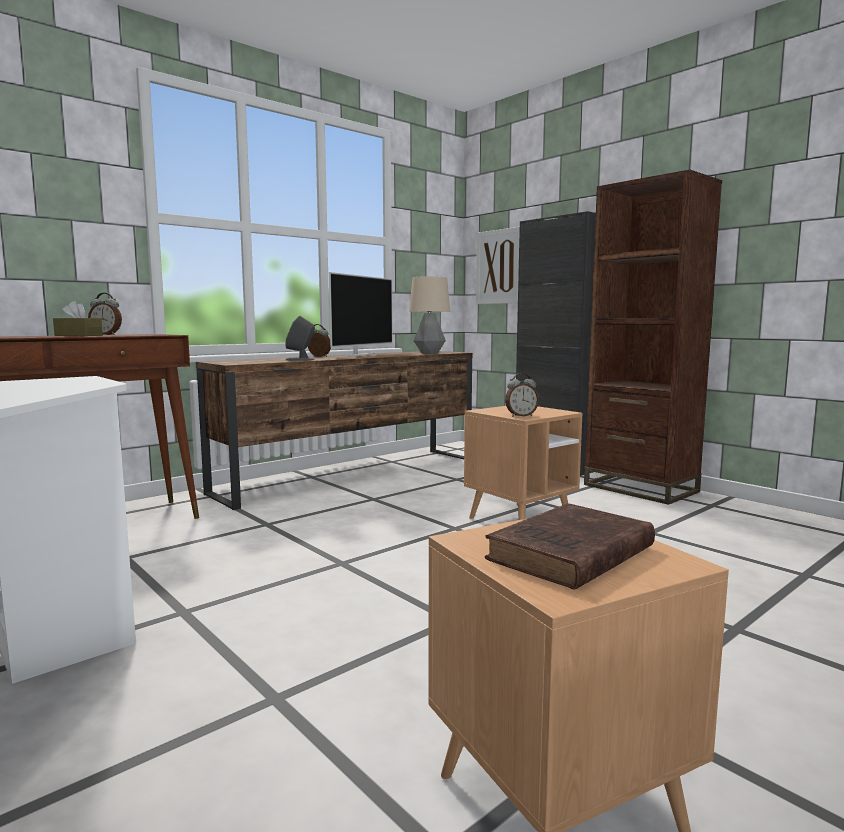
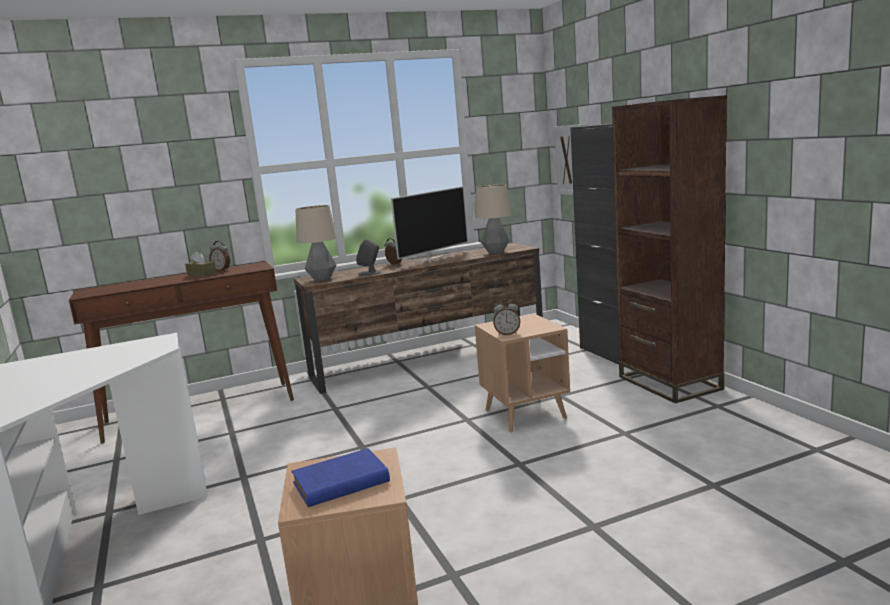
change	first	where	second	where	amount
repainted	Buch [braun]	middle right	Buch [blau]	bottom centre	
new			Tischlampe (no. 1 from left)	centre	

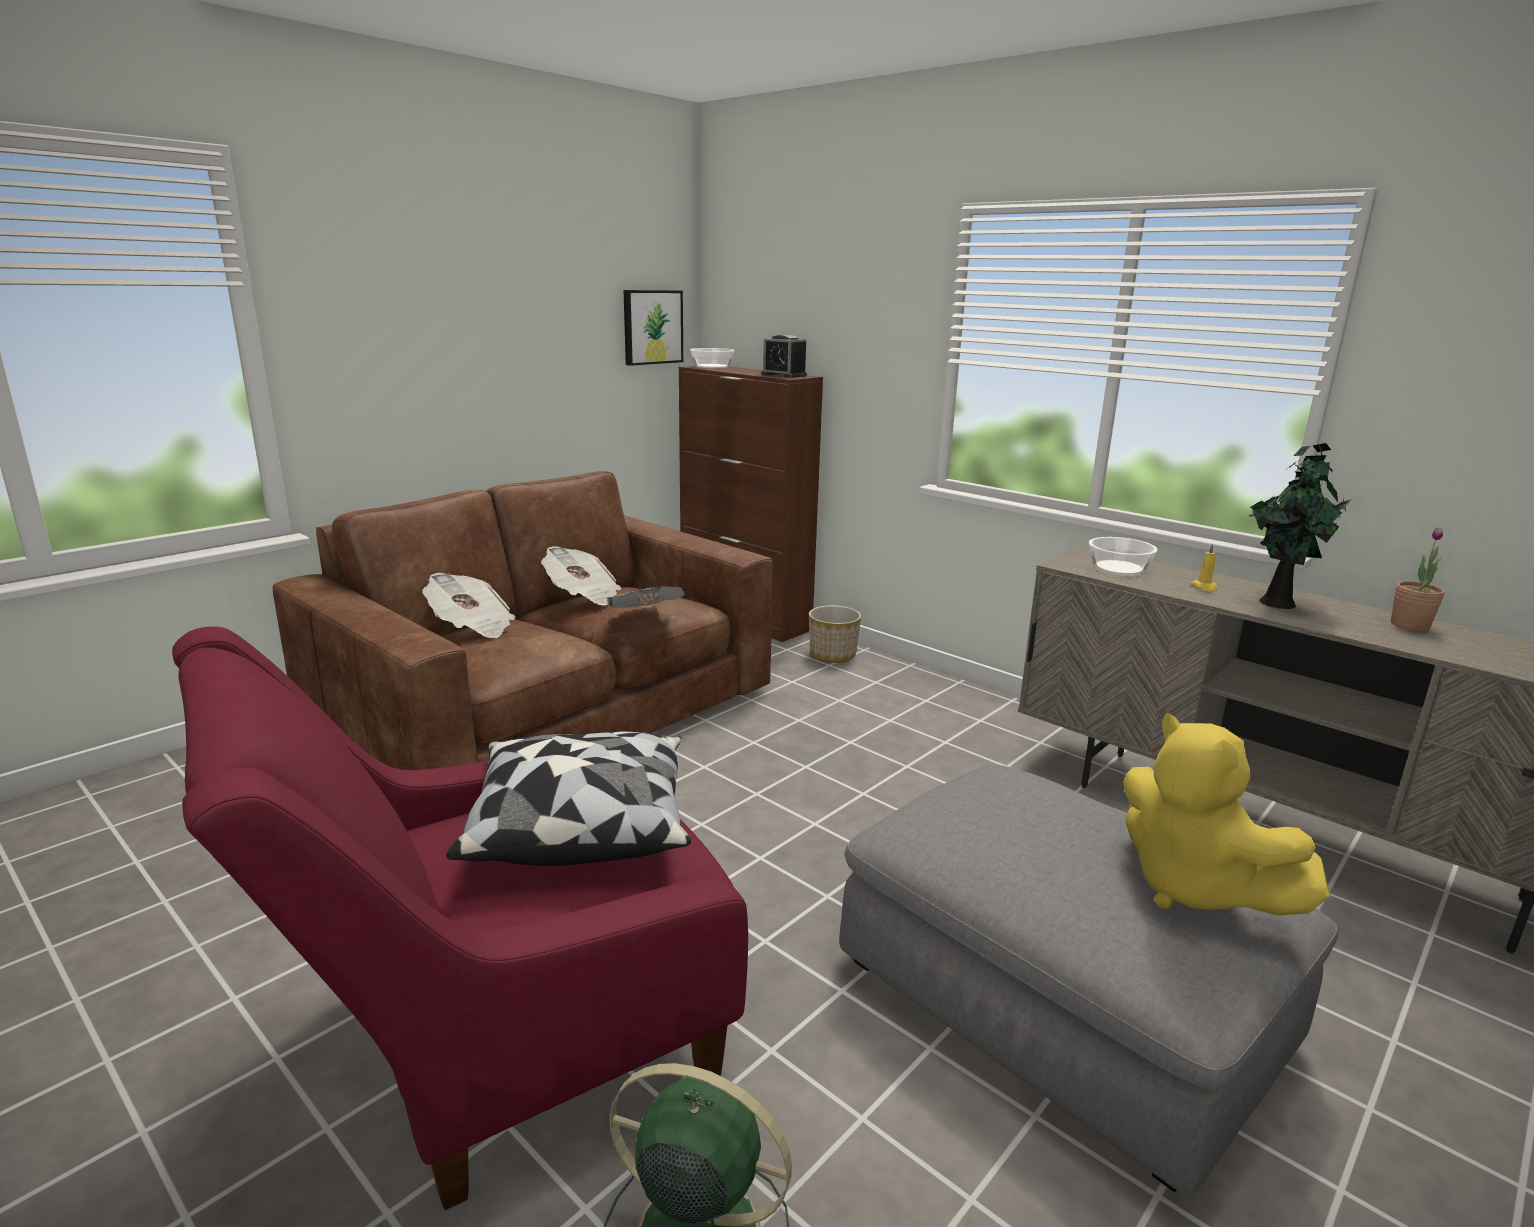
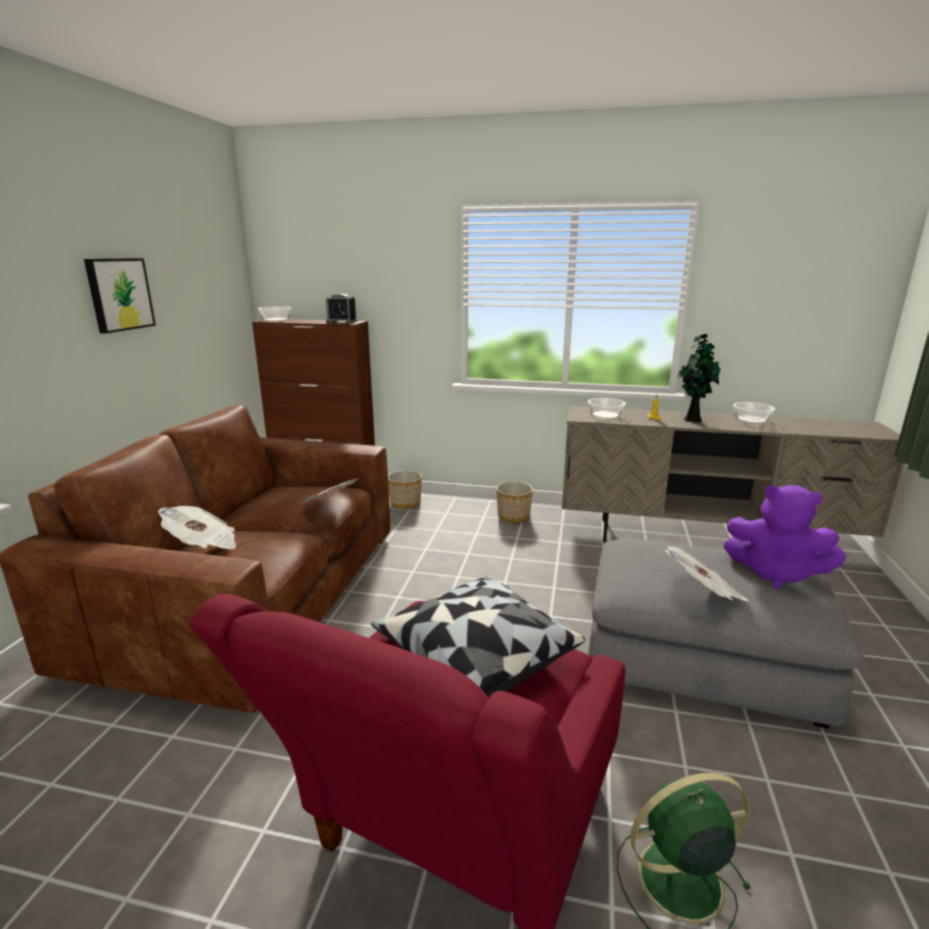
change	first	where	second	where	amount
shifted	Bild	top centre		top left	
new			Pflanzkübel (no. 2 from left)	centre	
shifted	Zeitung (no. 2 from left in the first image)	centre	Zeitung (no. 3 from left)	middle right	
repainted	Plüschtier [gelb]	middle right	Plüschtier [lila]	middle right	
swapped	Topfpflanze (no. 2 from left)	middle right	Schüssel (no. 3 from left)	middle right	

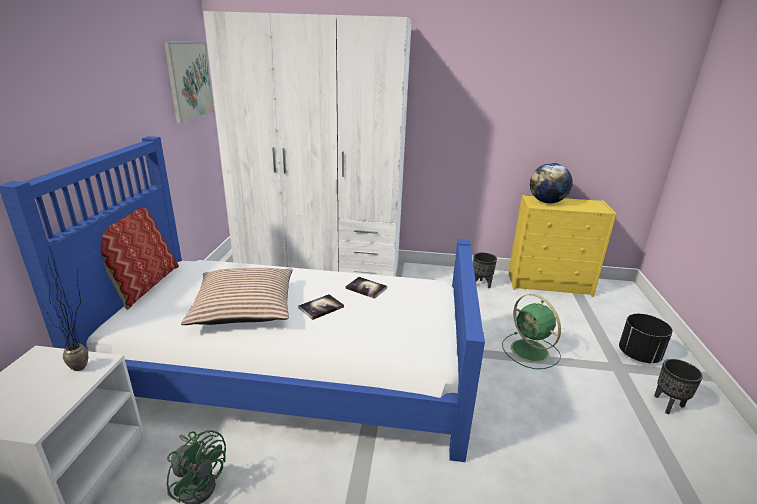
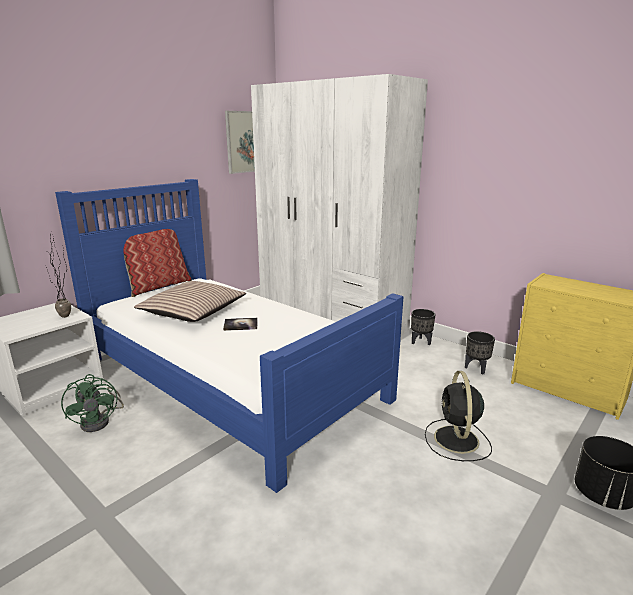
change	first	where	second	where	amount
shifted	Pflanzkübel [schwarz] (no. 3 from left in the first image)	bottom right	Pflanzkübel [schwarz] (no. 1 from left)	middle right	
repainted	Ventilator [grün] (no. 2 from left)	middle right	Ventilator [schwarz]	bottom right	
gone	Buch (no. 2 from left)	centre			
gone	Globus	middle right			

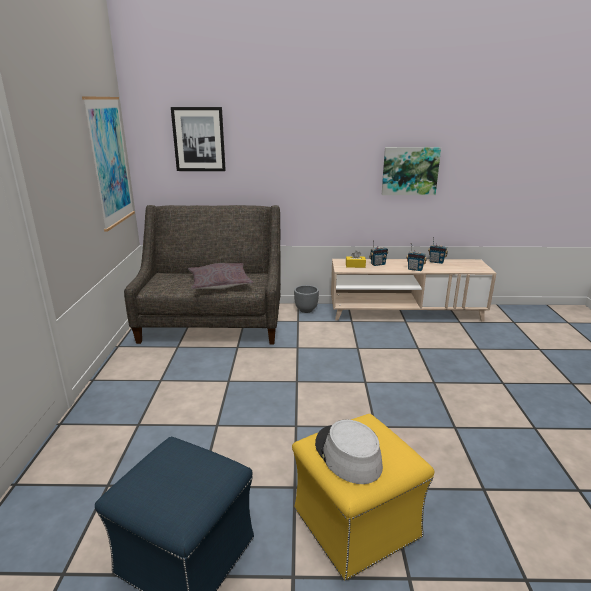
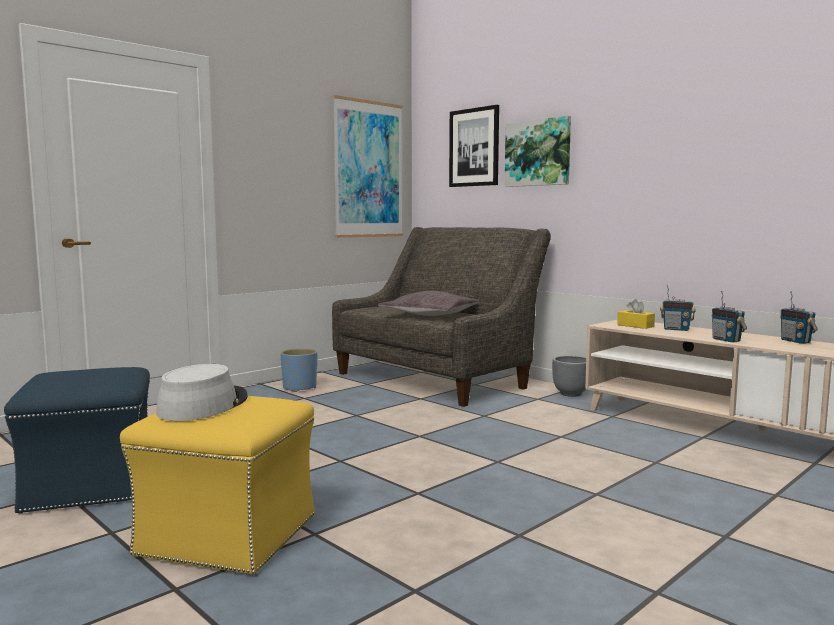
change	first	where	second	where	amount
new			Pflanzkübel [blau]	centre	
shifted	Bild (no. 3 from left)	top right		top centre	

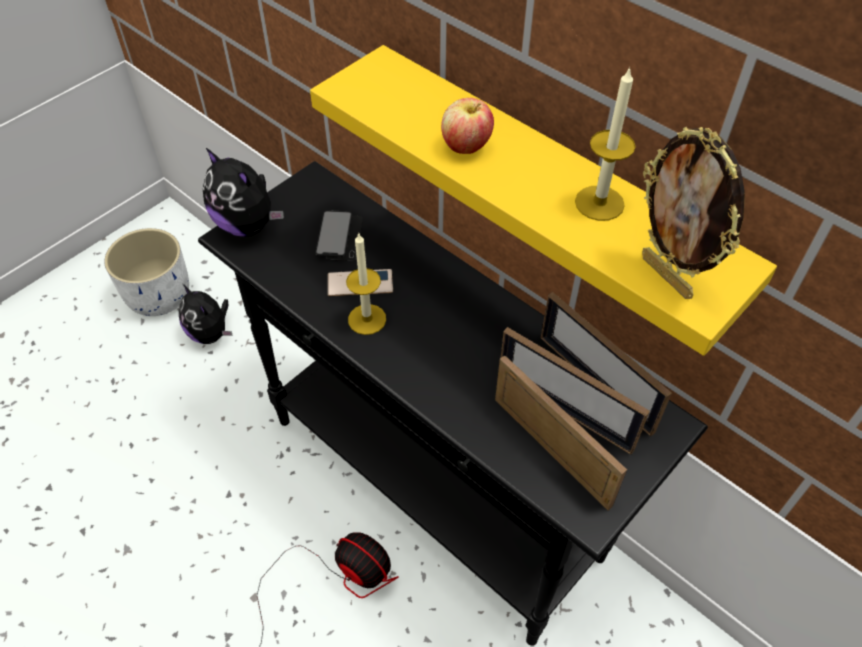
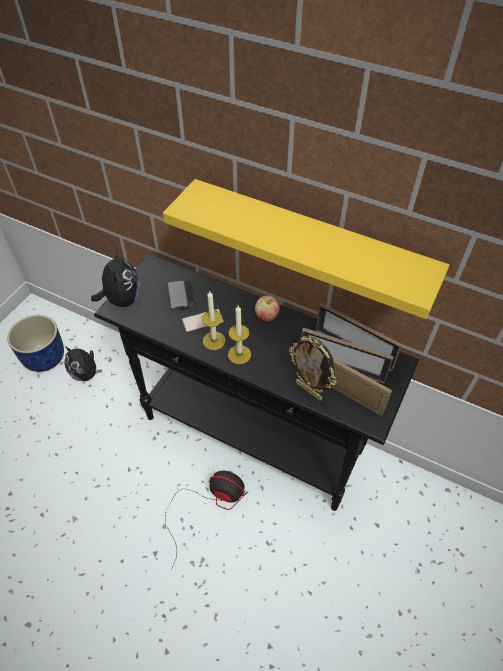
change	first	where	second	where	amount
repainted	Pflanzkübel [weiß]	middle left	Pflanzkübel [blau]	middle left	
rotated	Plüschtier (no. 2 from left)	top left		middle left	120 degrees counterclockwise
shifted	Kerze (no. 2 from left)	top right		centre	
shifted	Apfel	top centre		centre	
shifted	Bilderrahmen (no. 4 from left in the first image)	top right	Bilderrahmen (no. 1 from left)	centre	

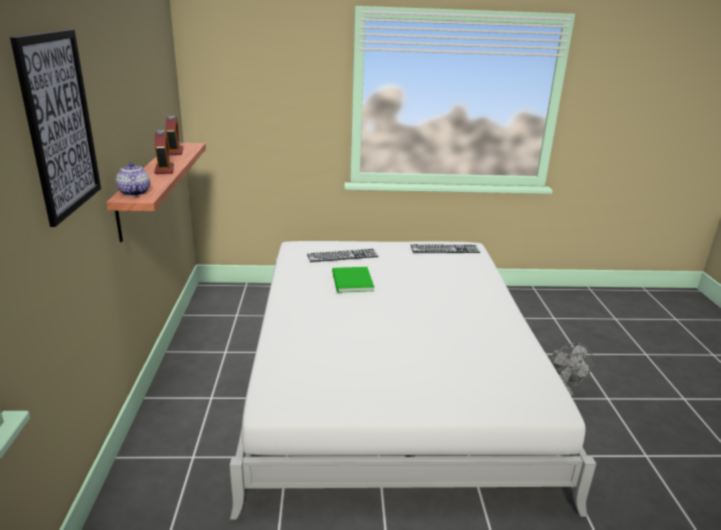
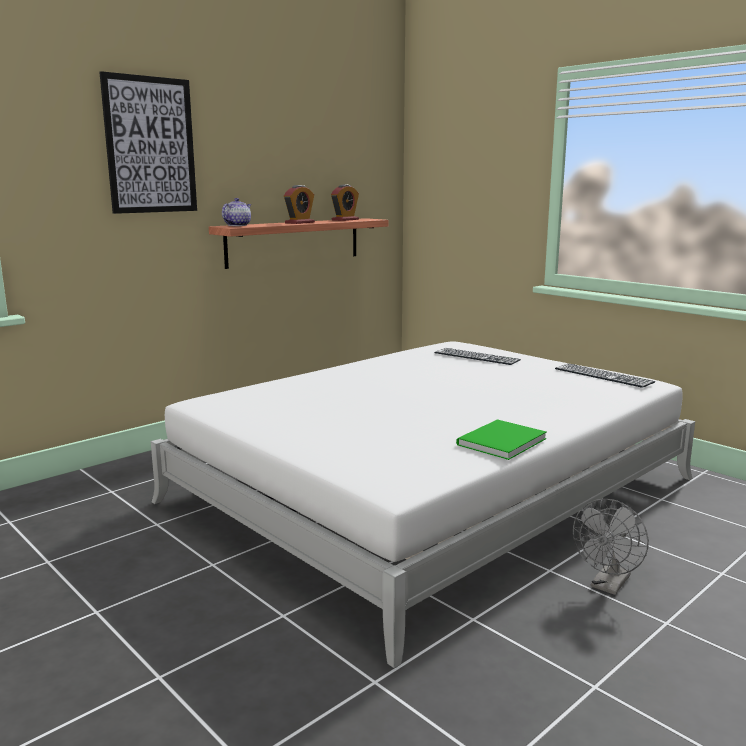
change	first	where	second	where	amount
shifted	Buch [grün]	centre		middle right	

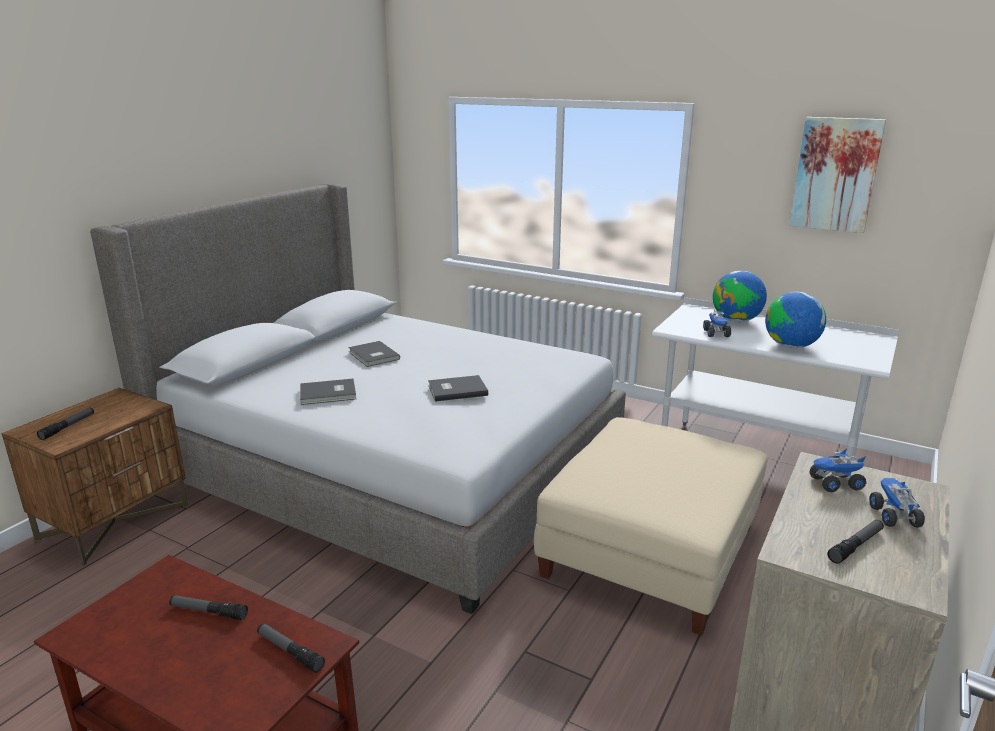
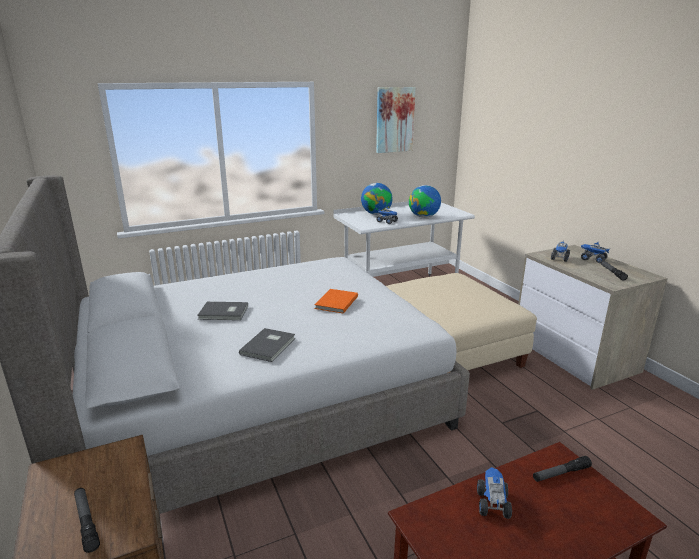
change	first	where	second	where	amount
repainted	Buch [grau] (no. 3 from left)	centre	Buch [orange]	centre	
swapped	Taschenlampe (no. 2 from left)	bottom left	Spielzeuglaster (no. 2 from left)	bottom right	

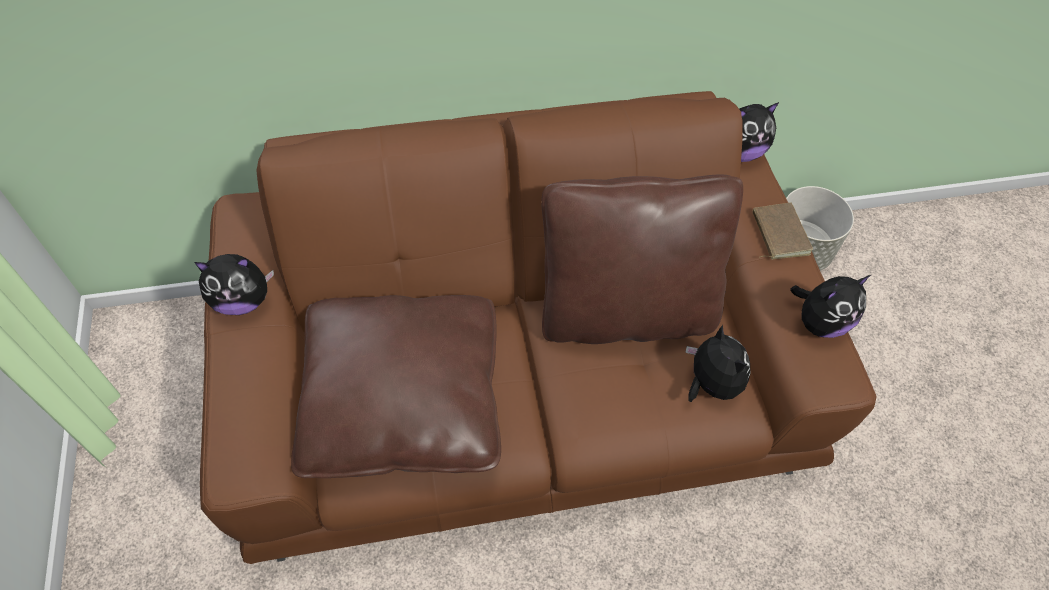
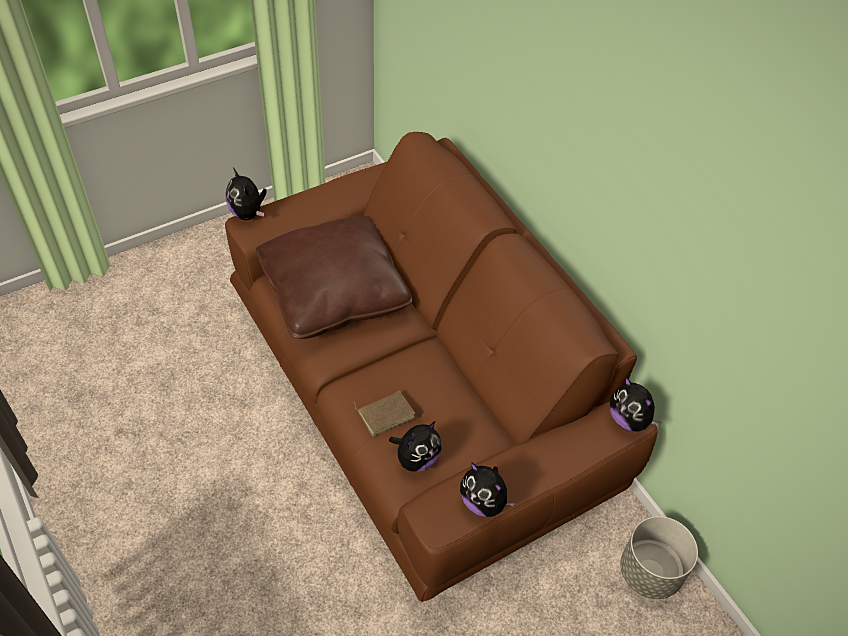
change	first	where	second	where	amount
shifted	Plüschtier (no. 1 from left)	middle left		top left	
shifted	Buch [braun]	middle right		centre	
gone	Kissen [braun] (no. 2 from left)	centre			

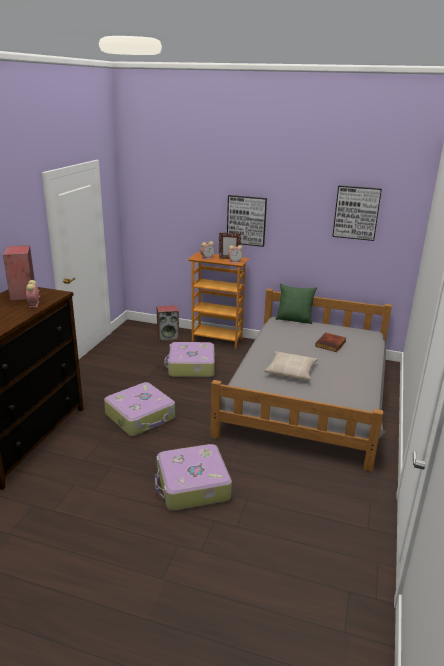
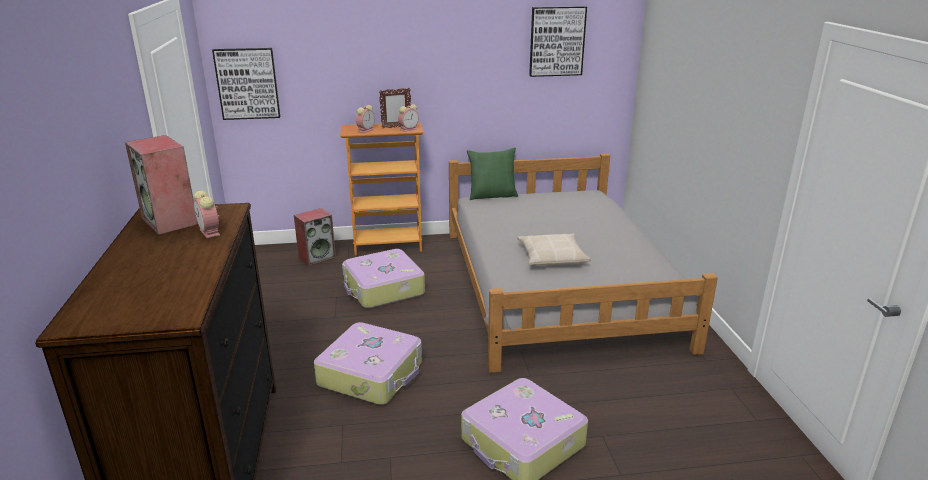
change	first	where	second	where	amount
shifted	Bild (no. 1 from left)	top centre		top left	
gone	Buch	middle right			

